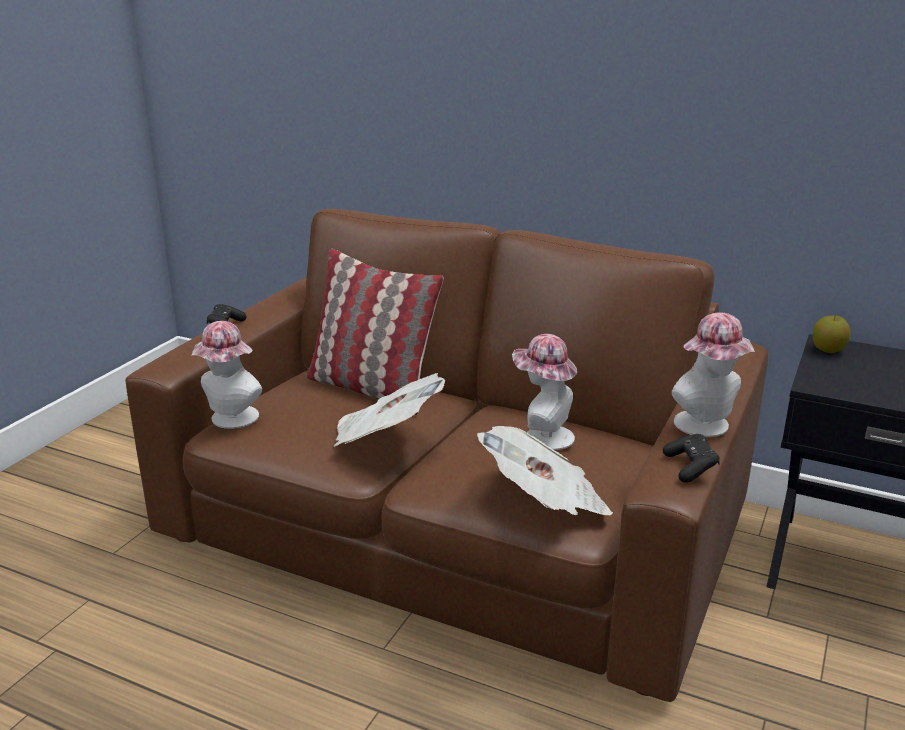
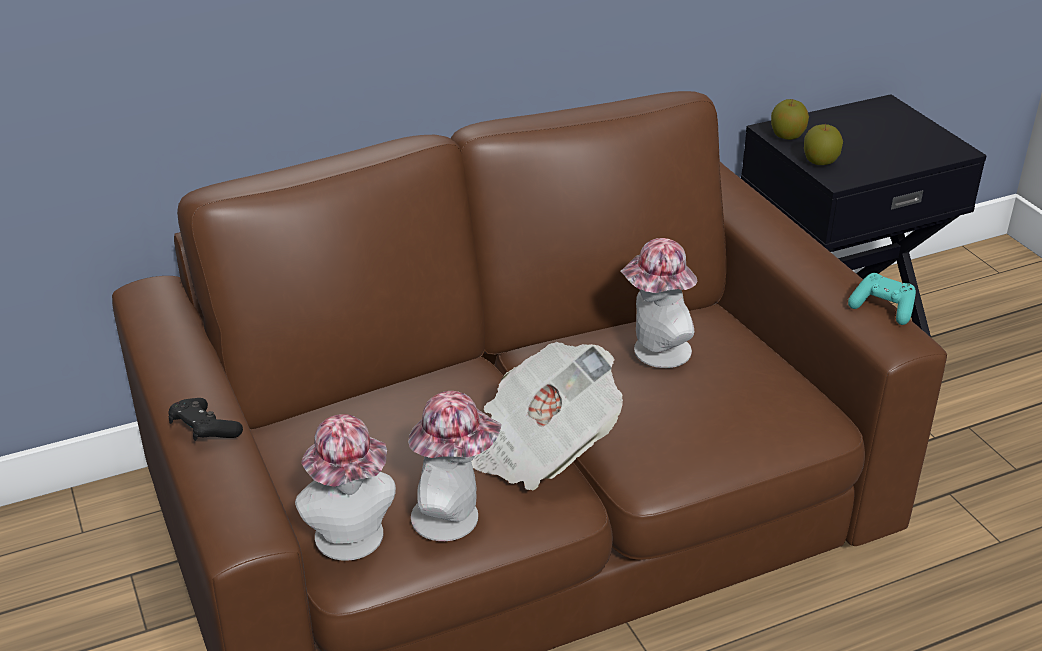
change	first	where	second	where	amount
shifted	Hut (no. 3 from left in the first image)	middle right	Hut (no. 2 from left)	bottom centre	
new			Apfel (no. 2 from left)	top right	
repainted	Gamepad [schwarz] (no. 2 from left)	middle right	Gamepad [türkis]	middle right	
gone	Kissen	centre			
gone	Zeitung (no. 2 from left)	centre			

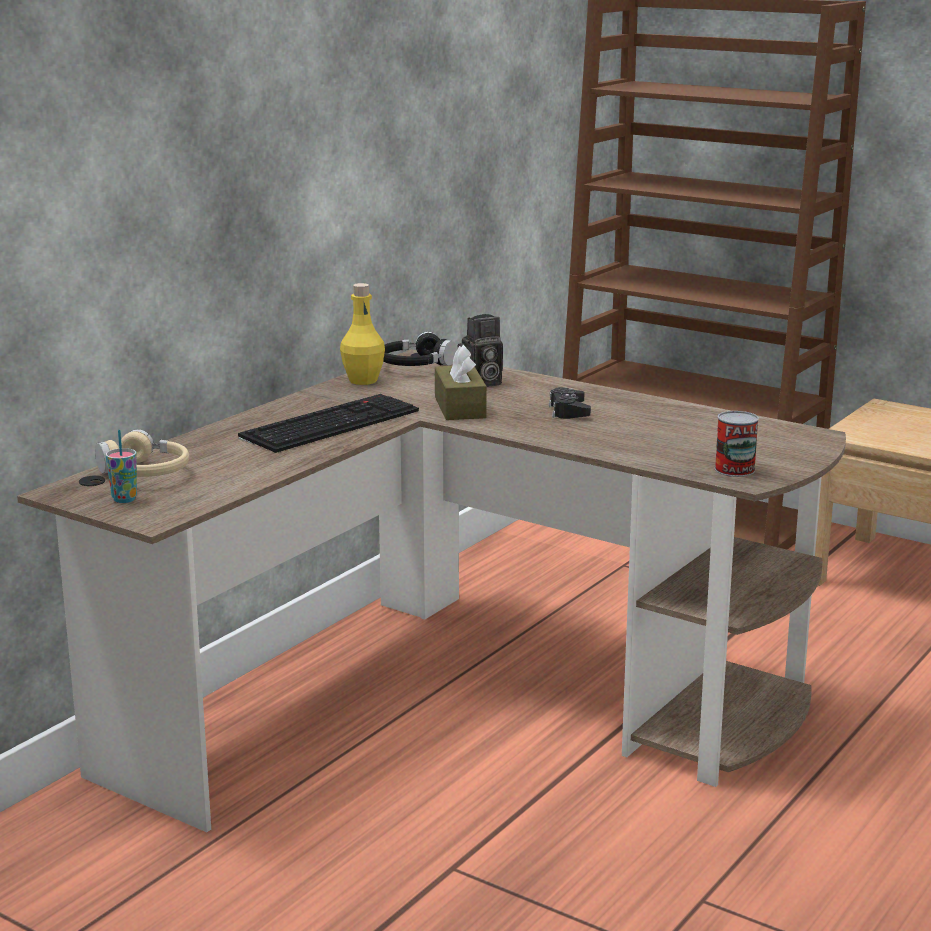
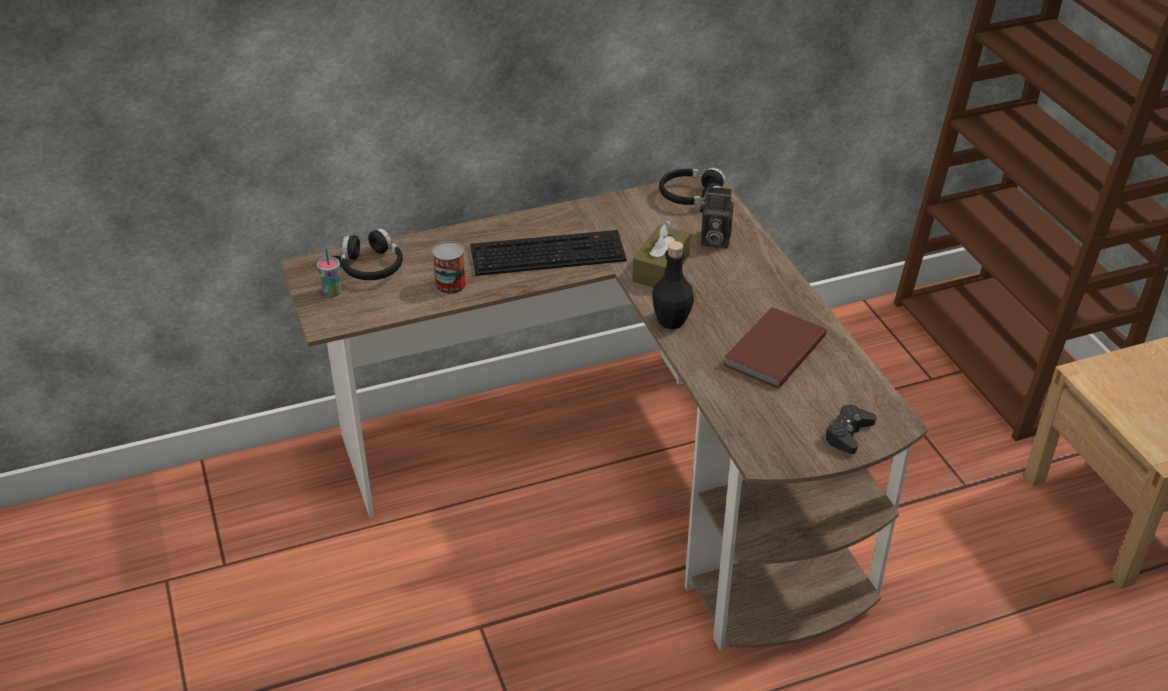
change	first	where	second	where	amount
repainted	Kopfhörer [beige]	middle left	Kopfhörer [schwarz] (no. 1 from left)	middle left	
shifted	Dose	middle right		centre	
new			Flasche [schwarz]	centre	
new			Buch [braun]	centre	
shifted	Gamepad [schwarz]	centre		middle right	
gone	Flasche [gelb]	centre			

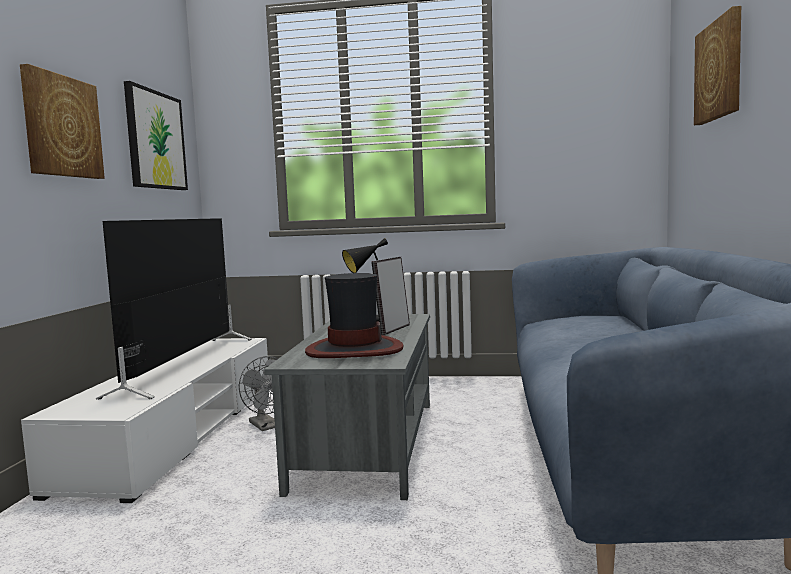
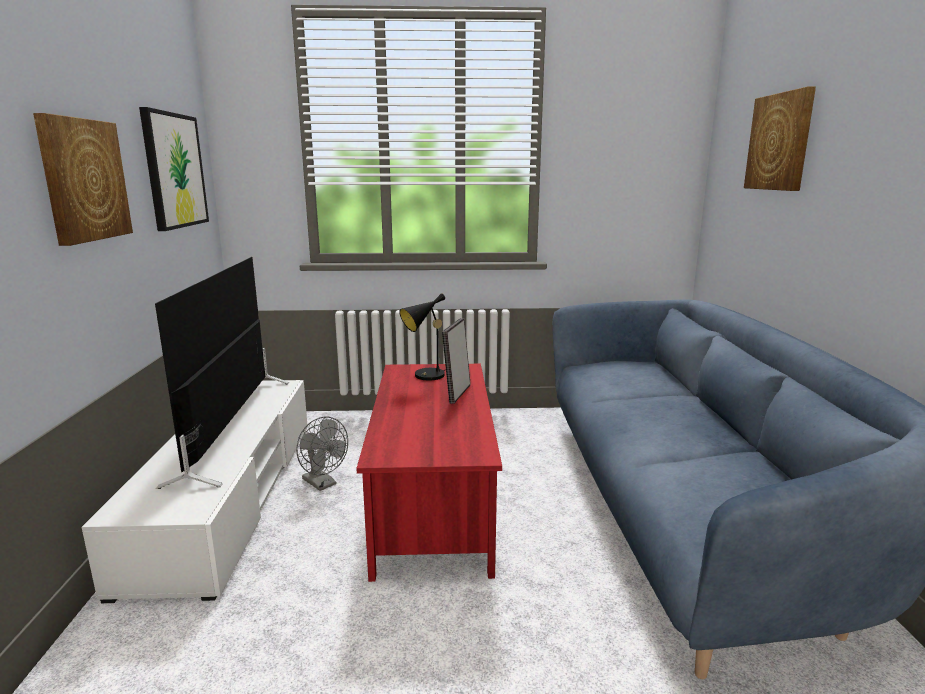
change	first	where	second	where	amount
repainted	Couchtisch [grau]	bottom centre	Couchtisch [rot]	bottom centre	
gone	Hut	centre			

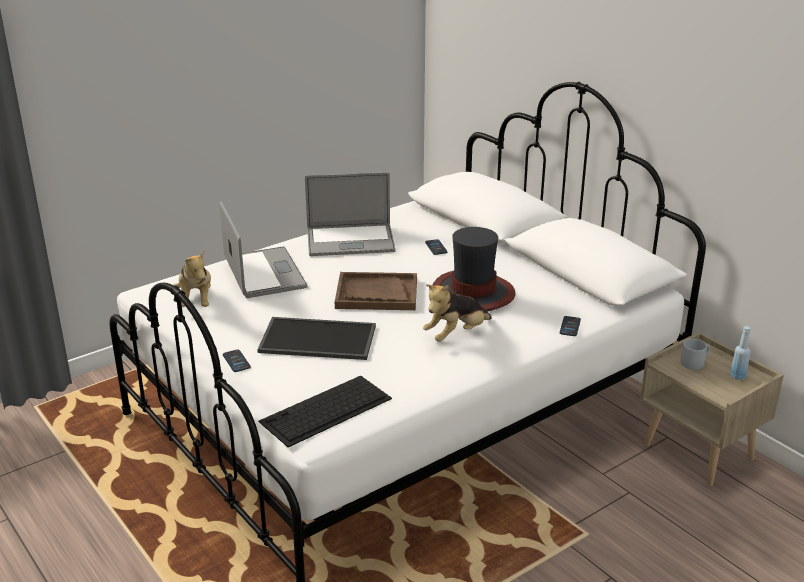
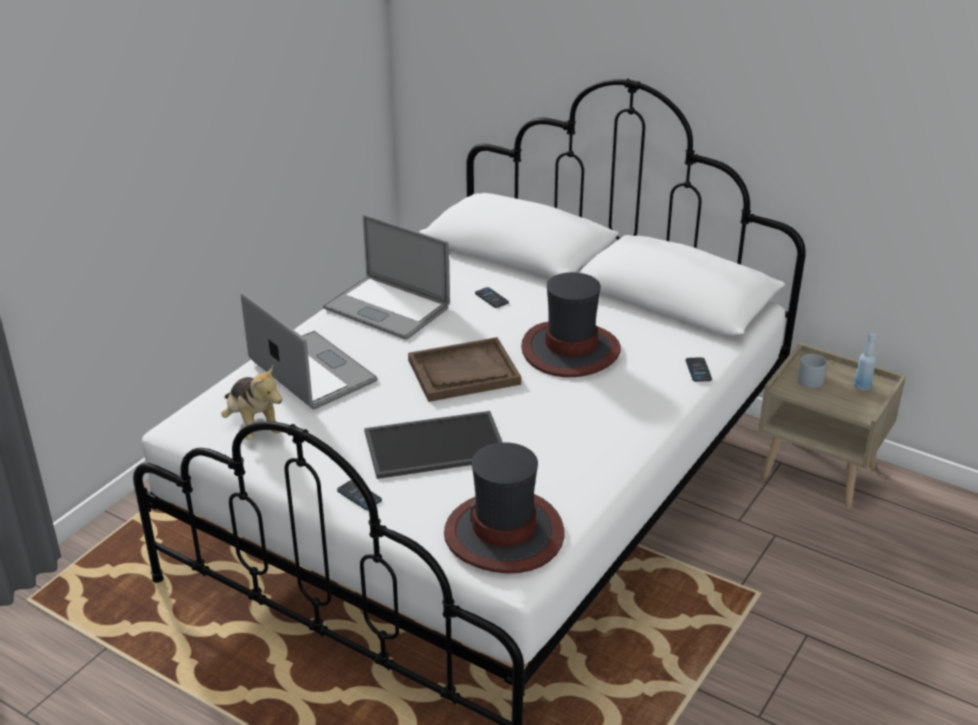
change	first	where	second	where	amount
rotated	Laptop (no. 2 from left)	centre		centre	60 degrees clockwise
swapped	Tastatur	bottom centre	Hut (no. 1 from left)	bottom centre	
gone	Plüschtier (no. 2 from left)	centre			

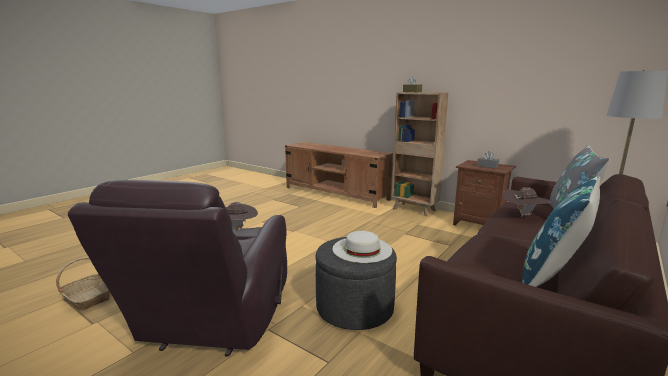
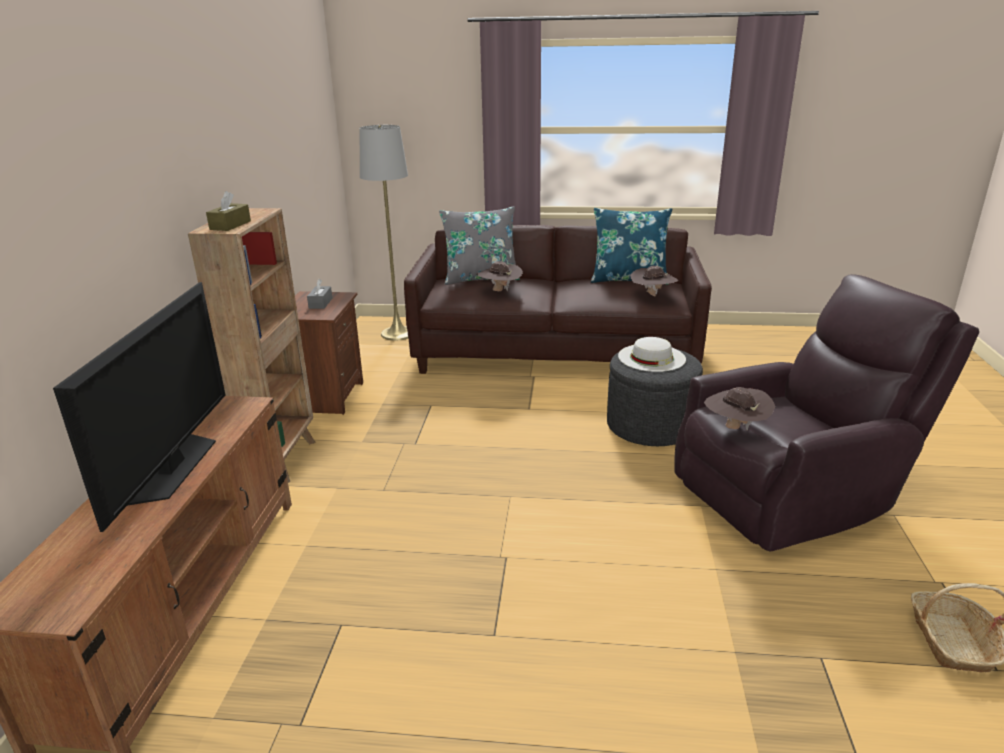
change	first	where	second	where	amount
new			Fernseher	middle left	
new			Hut [braun] (no. 2 from left)	centre	

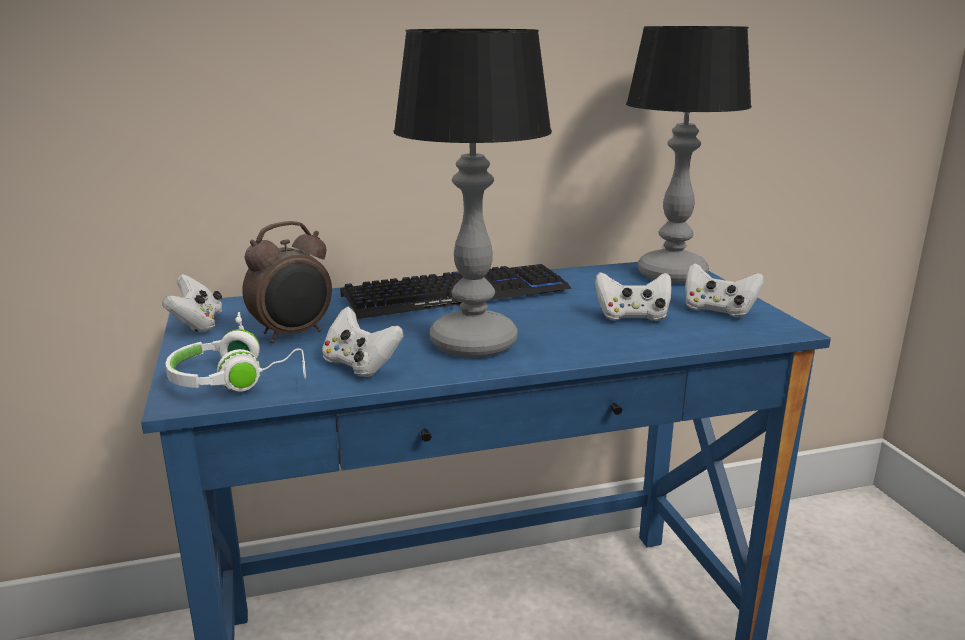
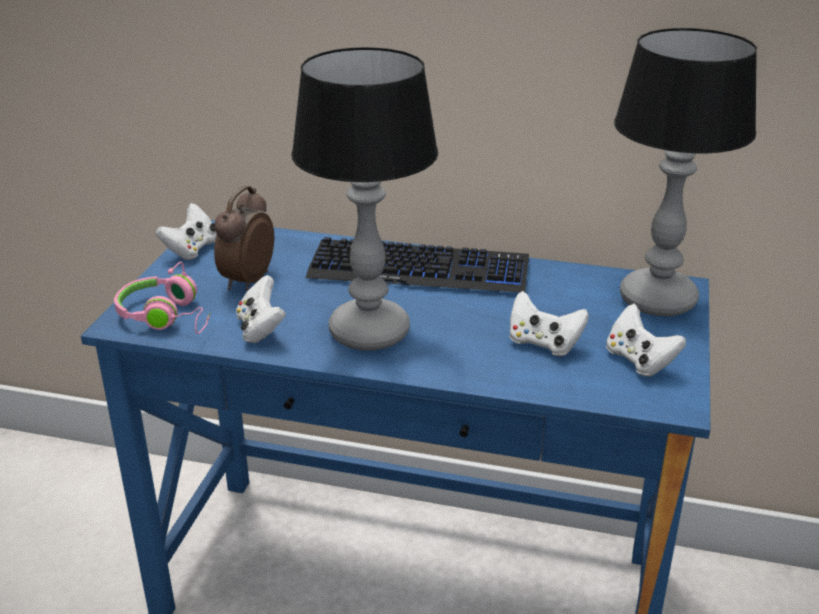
change	first	where	second	where	amount
repainted	Kopfhörer [weiß]	middle left	Kopfhörer [rosa]	middle left	
rotated	Wecker	middle left		middle left	120 degrees clockwise

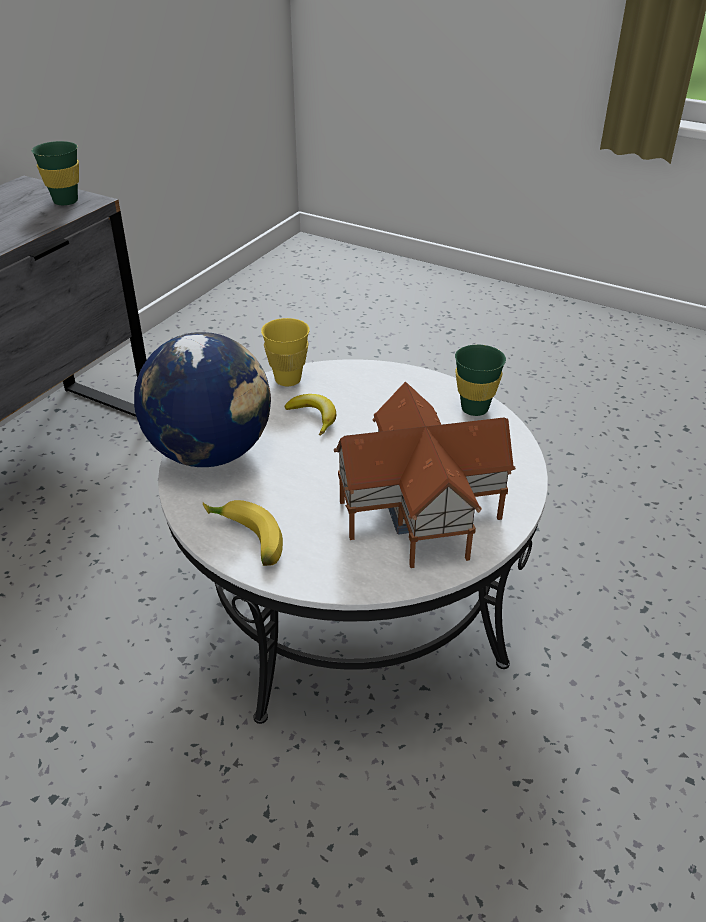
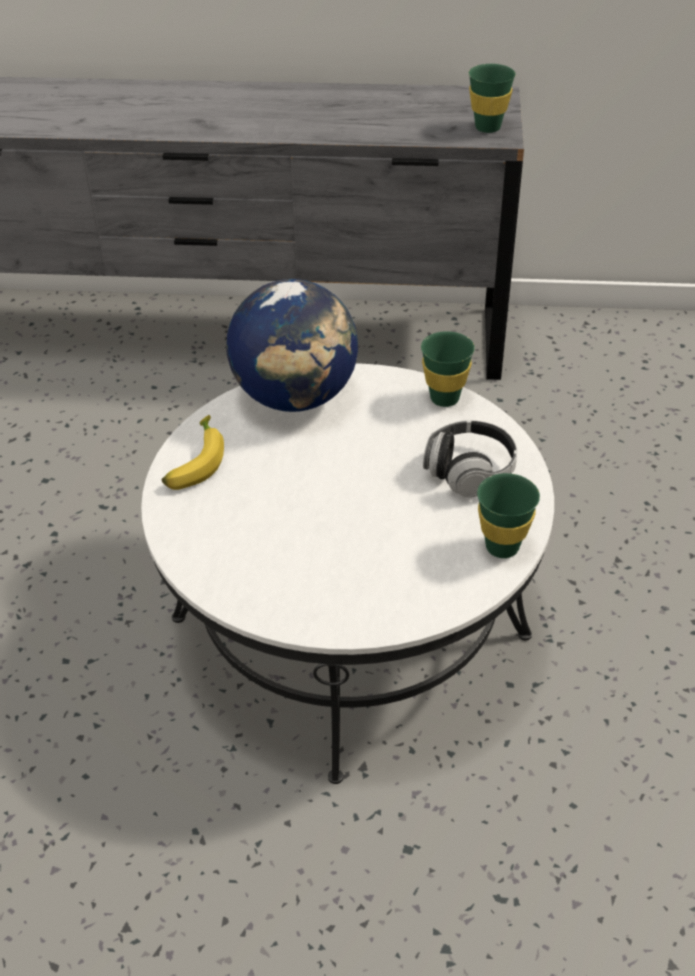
change	first	where	second	where	amount
repainted	Tasse [gelb]	centre	Tasse [grün] (no. 1 from left)	centre	
new			Kopfhörer	middle right	
gone	Banane (no. 2 from left)	centre			
gone	Spielzeughaus	centre			

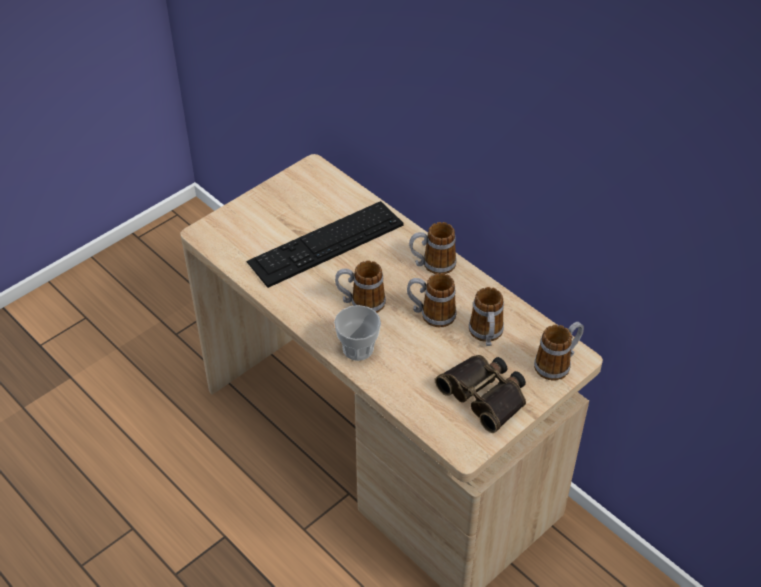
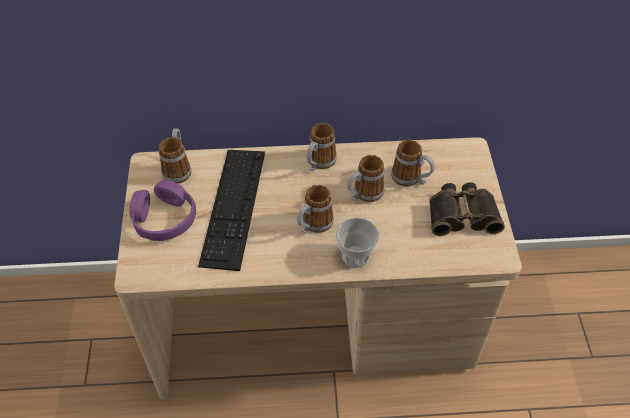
change	first	where	second	where	amount
new			Kopfhörer [lila]	middle left	
shifted	Henkelbecher (no. 5 from left in the first image)	middle right	Henkelbecher (no. 1 from left)	middle left	

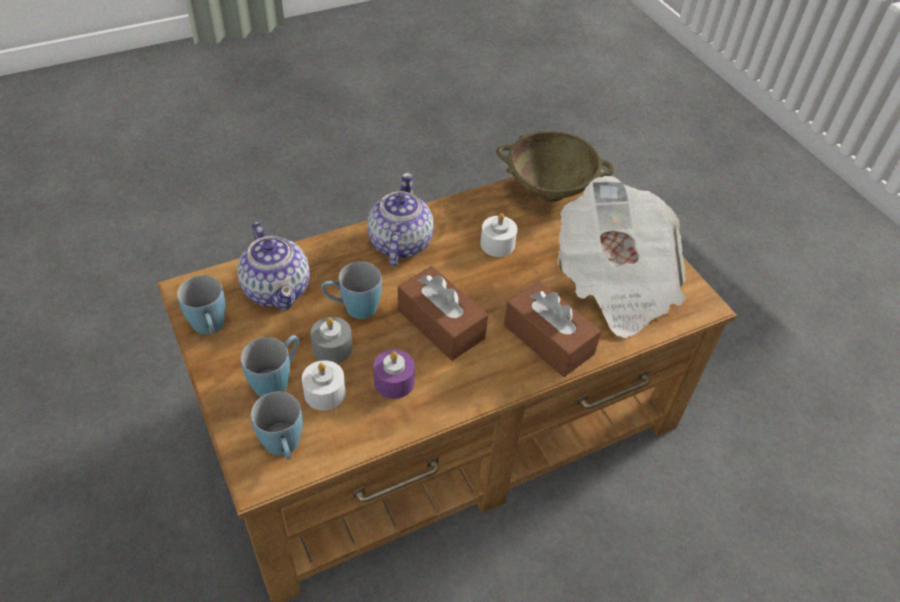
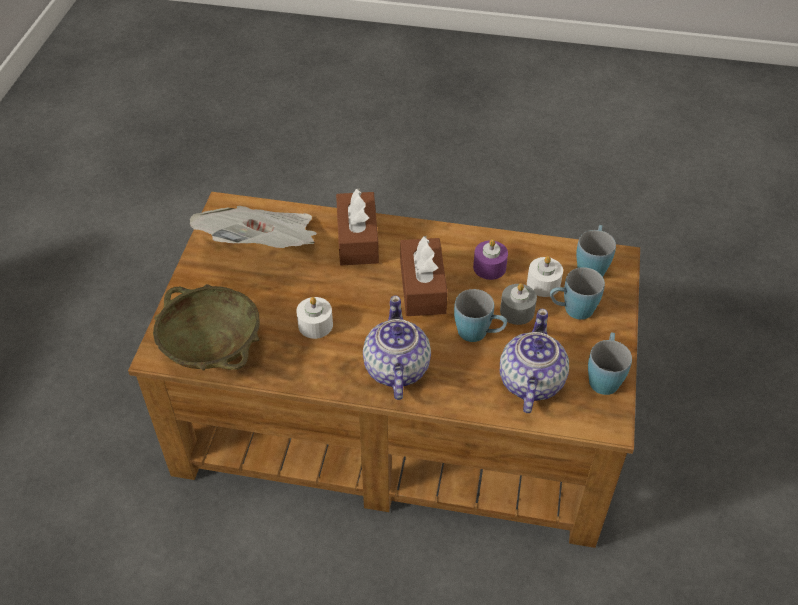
change	first	where	second	where	amount
rotated	Teekanne (no. 2 from left in the first image)	centre	Teekanne (no. 1 from left)	centre	135 degrees clockwise

